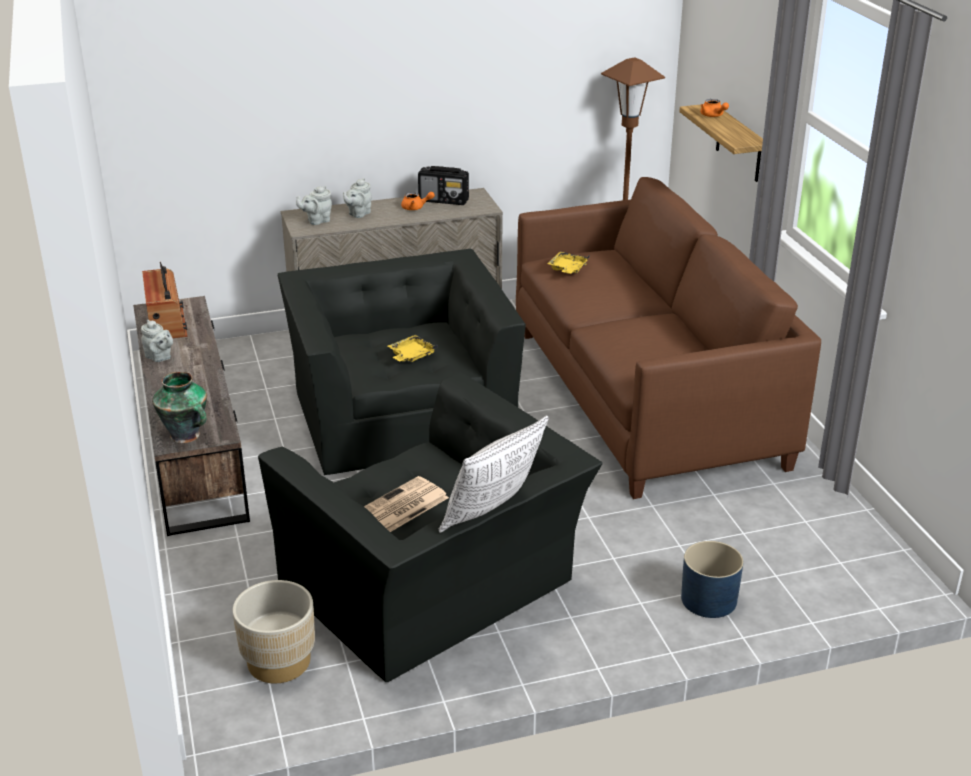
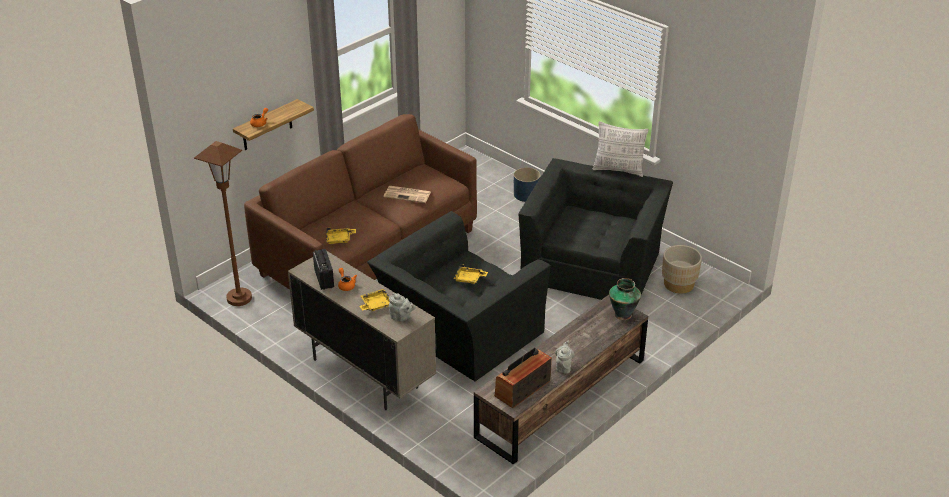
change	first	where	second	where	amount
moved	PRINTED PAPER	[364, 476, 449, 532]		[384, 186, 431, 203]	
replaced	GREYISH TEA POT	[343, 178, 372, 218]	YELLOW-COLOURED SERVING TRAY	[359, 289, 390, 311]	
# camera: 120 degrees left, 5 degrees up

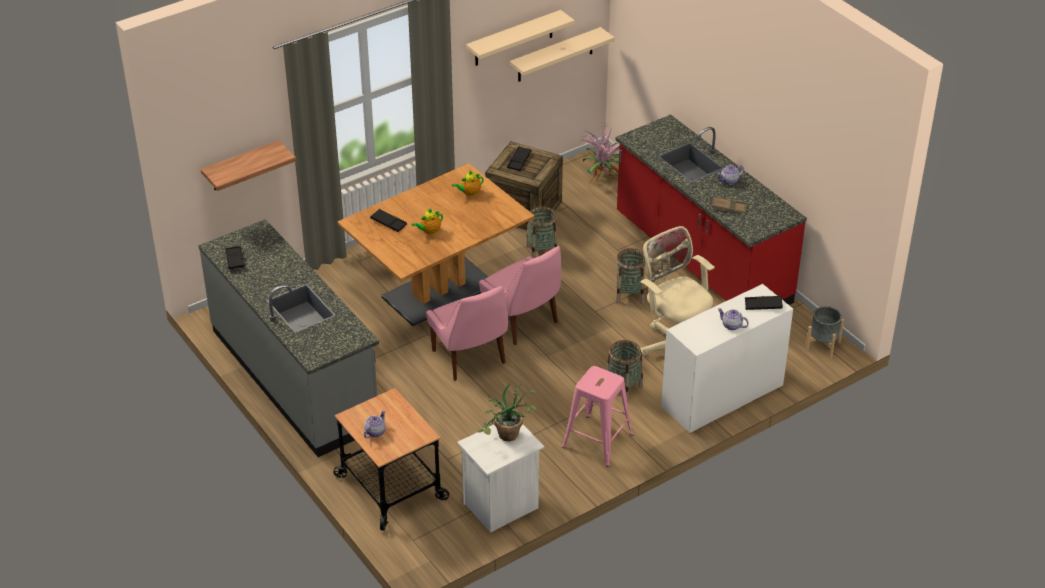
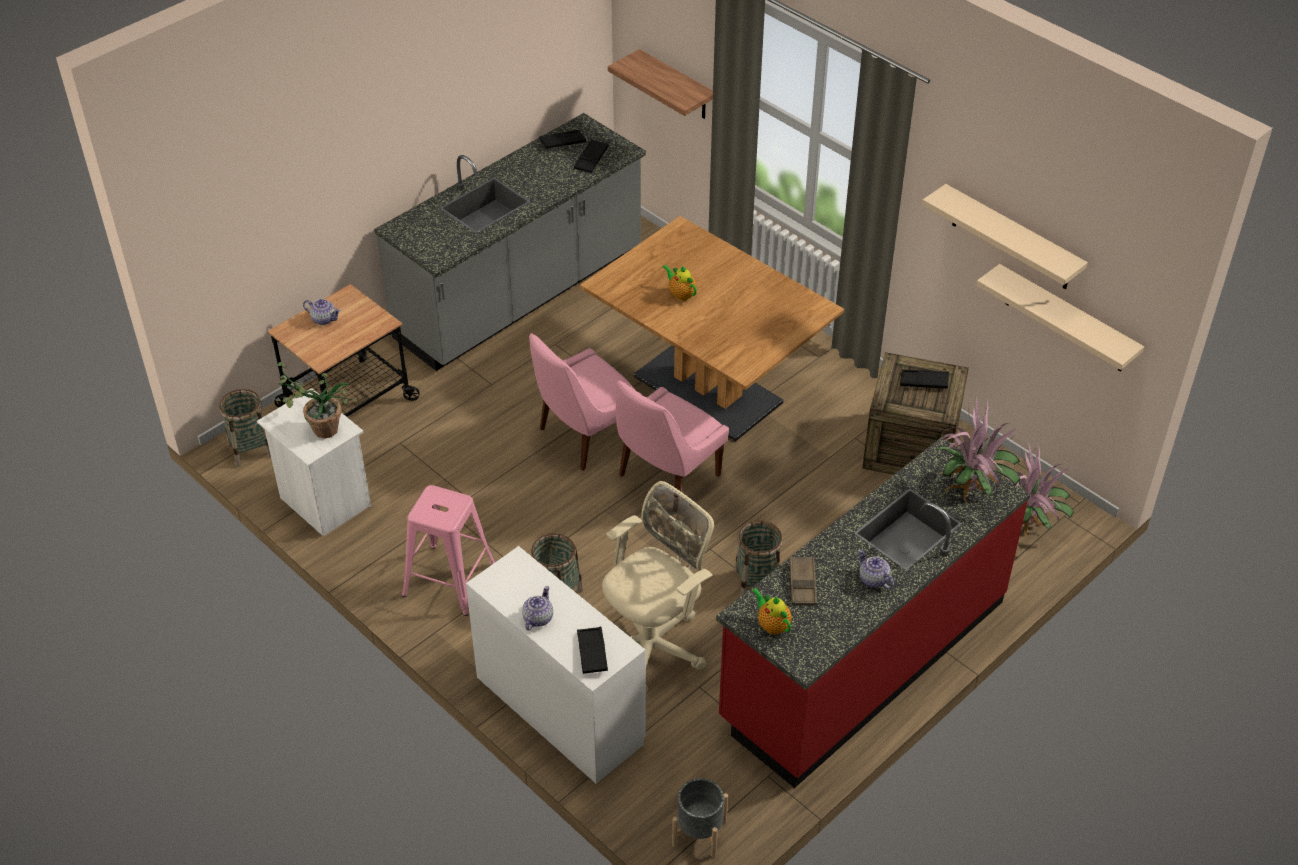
change	first	where	second	where	amount
added			PLANT IN A POT	[937, 395, 1020, 506]	
moved	BLACKISH SERVING TRAY	[370, 209, 407, 232]		[574, 139, 609, 173]	
moved	TEA POT	[452, 171, 484, 196]		[752, 588, 792, 635]	
moved	BASKET	[526, 206, 557, 258]		[219, 389, 271, 467]	
# camera: 80 degrees right, 5 degrees up

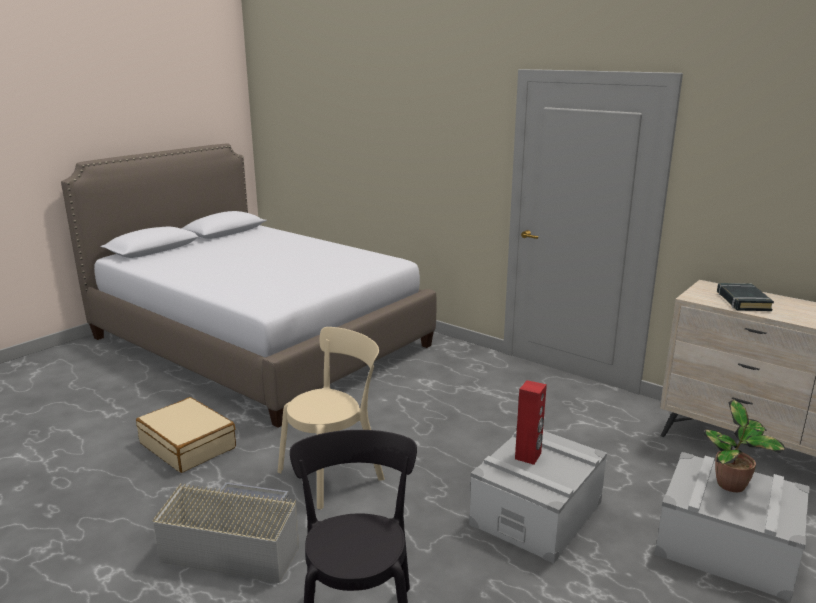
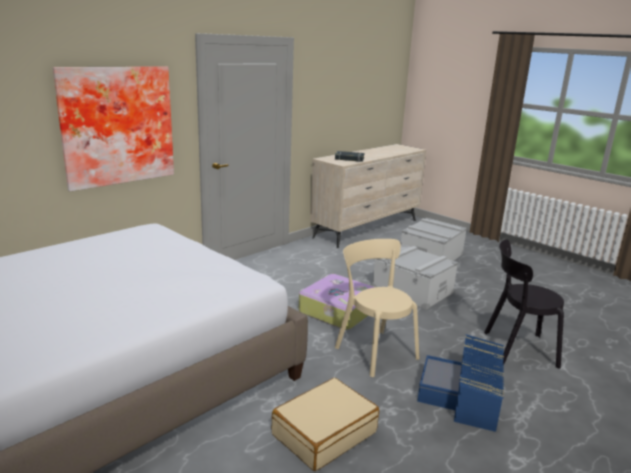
change	first	where	second	where	amount
removed	REDDISH SPEAKER	[515, 380, 547, 465]			
removed	PLANT IN A POT	[704, 400, 785, 492]			
added			WALL PICTURE	[53, 66, 174, 191]	
added			SUITCASE	[298, 274, 375, 330]	
recoloured	GREYISH STORAGE BIN	[153, 482, 299, 583]	BLUE STORAGE BIN	[417, 335, 504, 432]	
# camera: 85 degrees left, 0 degrees up

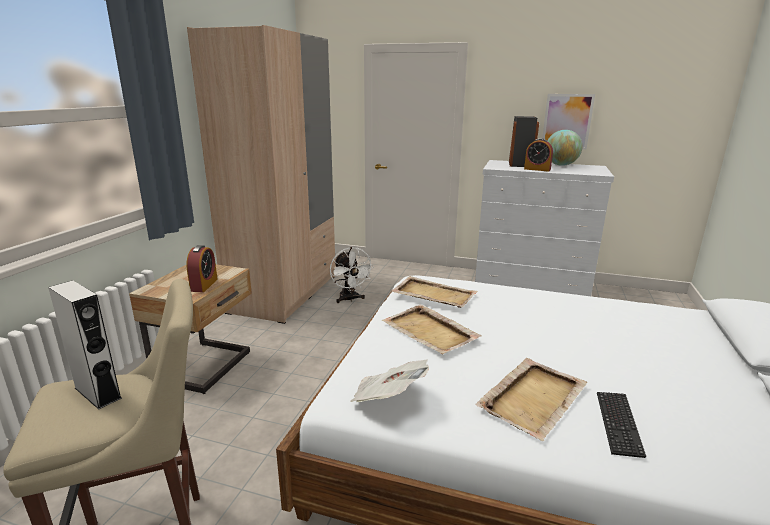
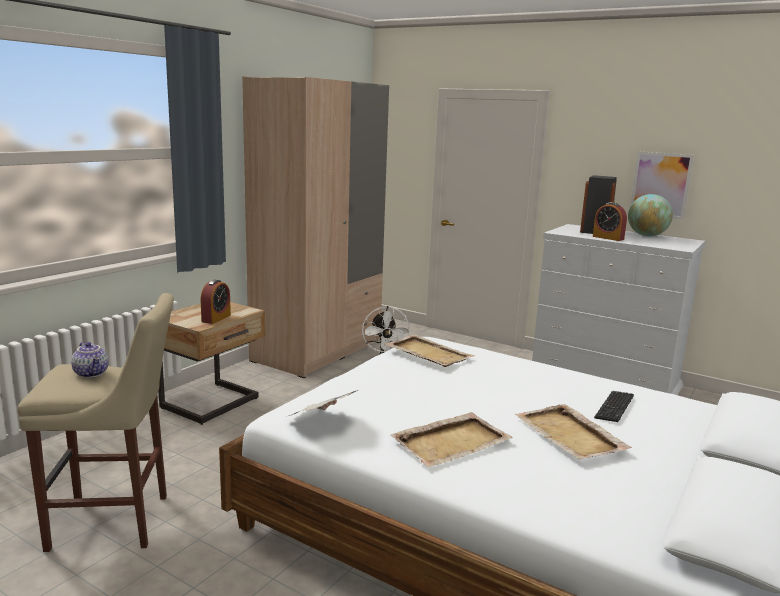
change	first	where	second	where	amount
moved	BEIGE SERVING TRAY	[382, 304, 482, 354]		[515, 404, 632, 459]	
moved	COMPUTER KEYBOARD	[597, 392, 646, 458]		[594, 391, 634, 422]	
replaced	GREYISH SPEAKER	[48, 280, 122, 410]	TEA POT	[71, 342, 109, 378]	
# camera: 15 degrees right, 5 degrees down

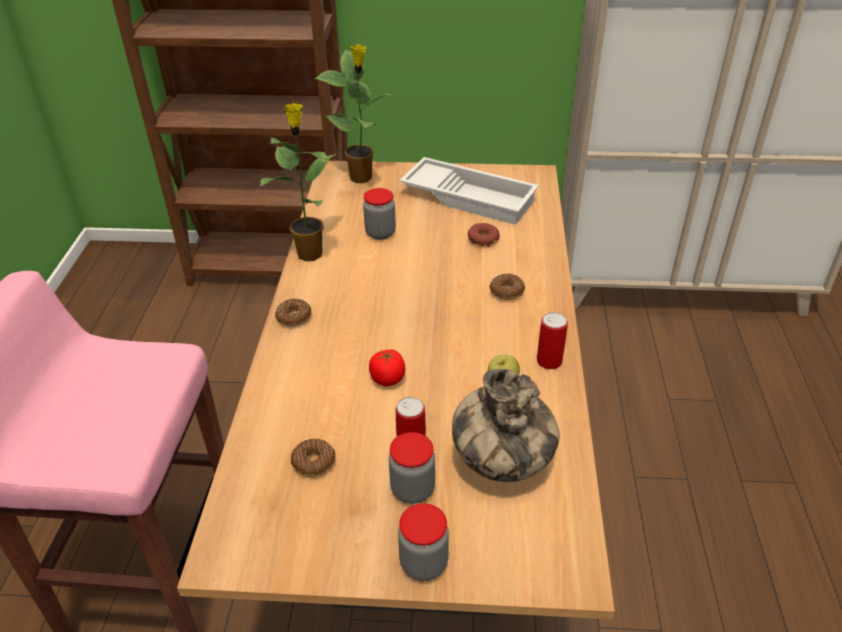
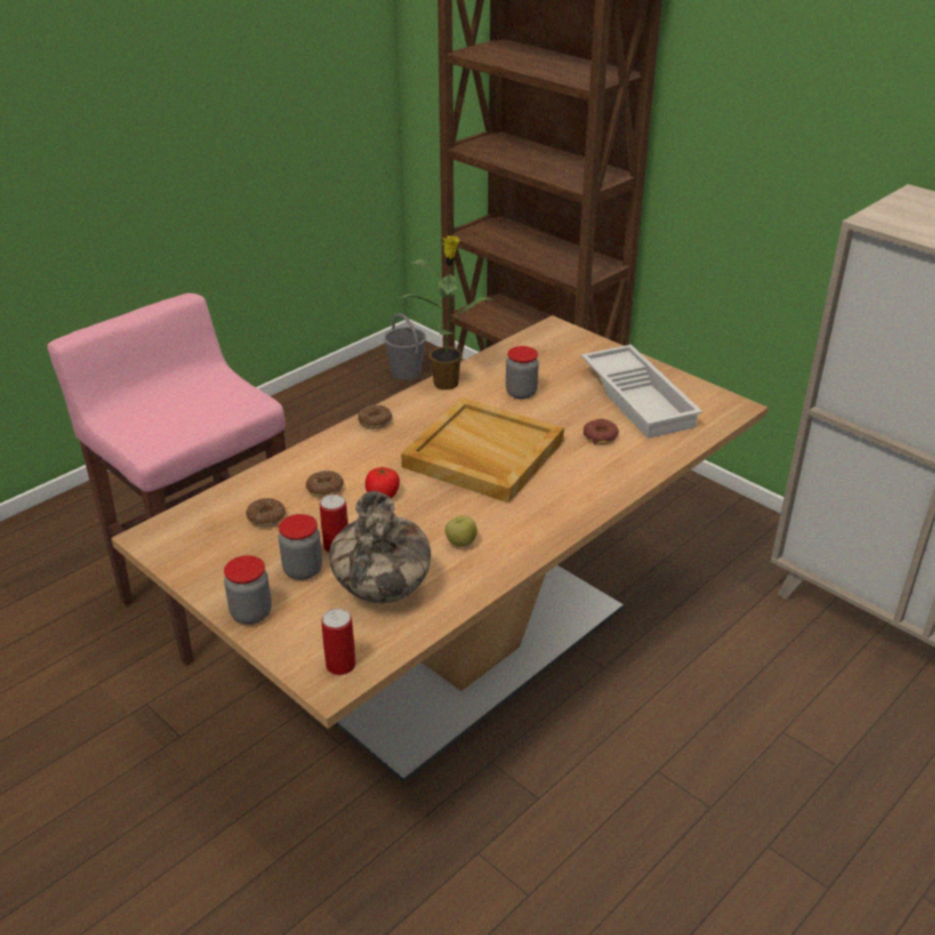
change	first	where	second	where	amount
removed	PLANT IN A POT	[314, 44, 395, 183]			
added			GREYISH BUCKET	[384, 313, 426, 380]	
added			BEIGE SERVING TRAY	[401, 397, 564, 503]	
moved	DONUT	[490, 274, 525, 300]		[306, 470, 344, 497]	
moved	METAL CAN	[537, 312, 568, 369]		[321, 608, 356, 675]	
# camera: 40 degrees right, 5 degrees down

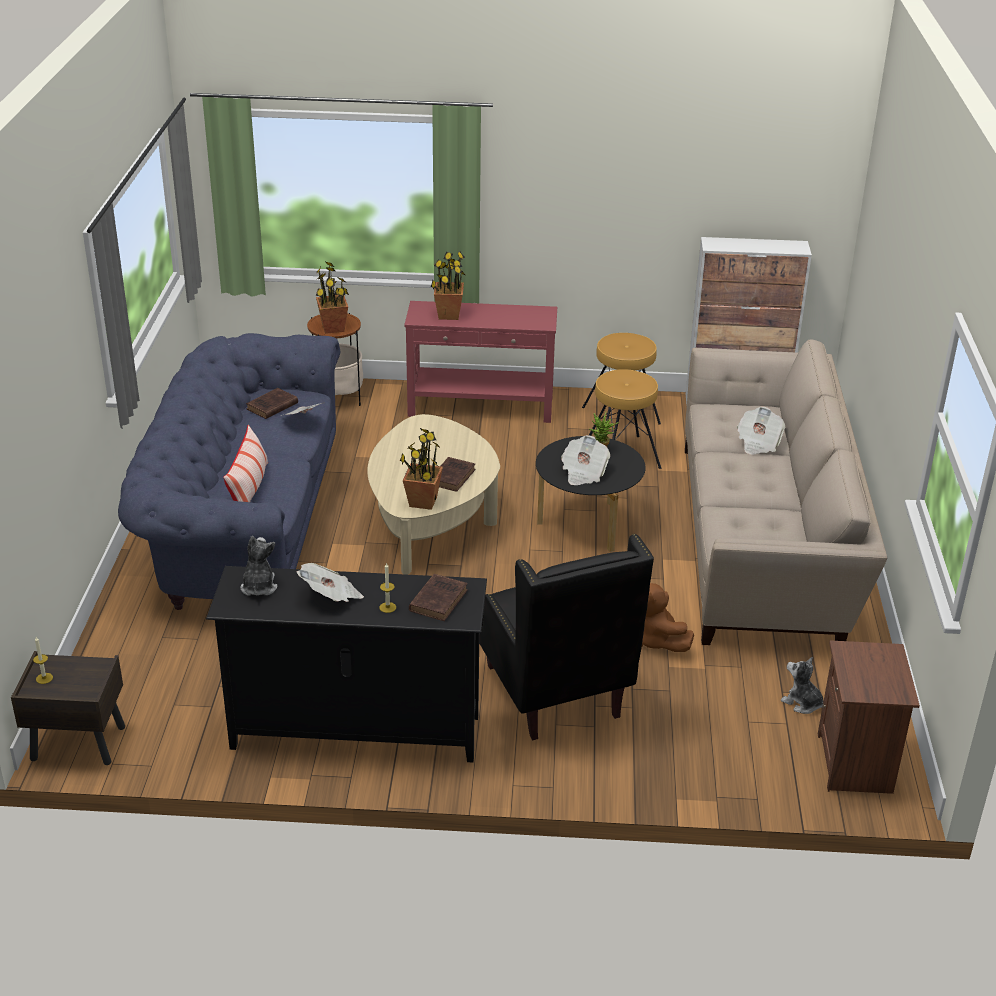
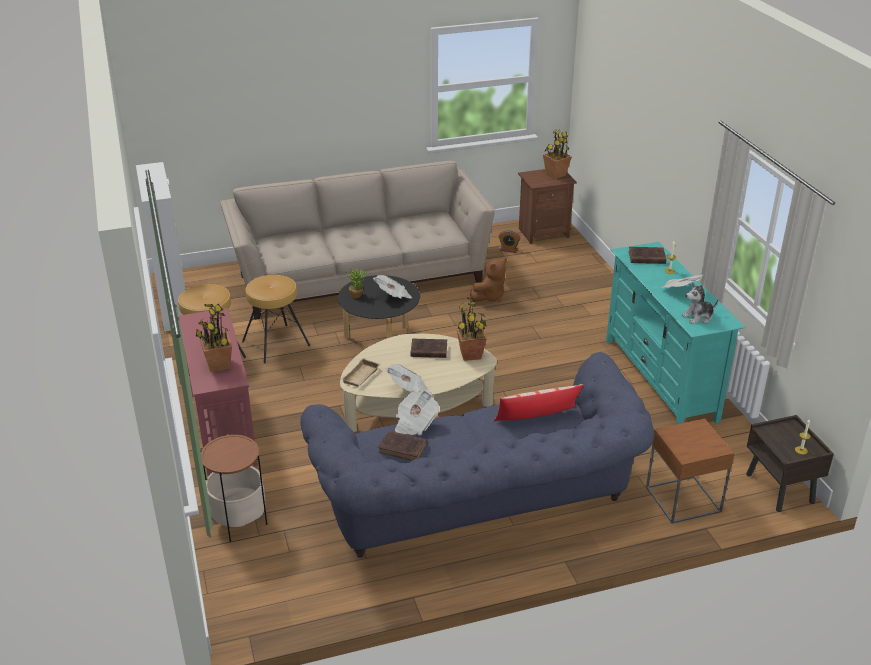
change	first	where	second	where	amount
removed	BLACKISH ARMCHAIR	[479, 534, 654, 740]			
added			BEIGE SERVING TRAY	[342, 358, 380, 387]	
added			BROWNISH SIDE TABLE	[646, 419, 734, 524]	
moved	PLANT IN A POT	[315, 262, 349, 334]		[543, 128, 571, 179]	
moved	PRINTED PAPER	[737, 407, 785, 455]		[386, 364, 429, 392]	
replaced	PLUSH TOY	[781, 657, 823, 714]	TABLE CLOCK	[499, 230, 521, 253]	
recoloured	BLACKISH TV STAND	[206, 566, 487, 763]	TURQUOISE-COLOURED TV STAND	[606, 242, 745, 424]	
# camera: 110 degrees left, 0 degrees up

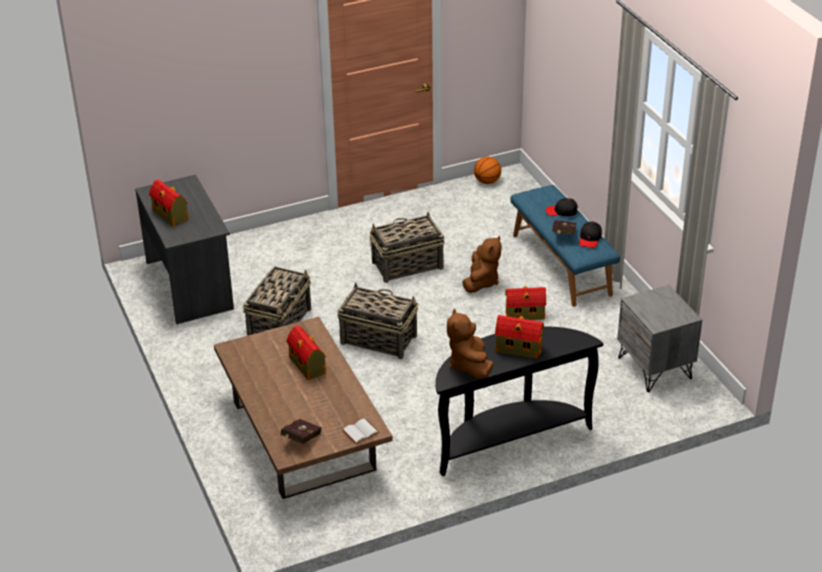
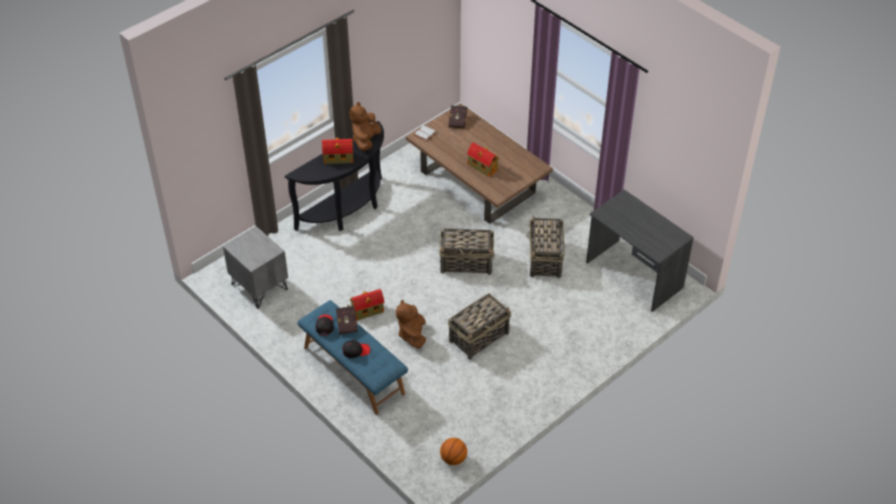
change	first	where	second	where	amount
removed	MINIATURE HOUSE	[149, 179, 189, 226]			
turned	BROWNISH PLUSH TOY	[447, 309, 493, 379]		[349, 102, 381, 151]	135 degrees counterclockwise
# camera: 160 degrees right, 10 degrees up

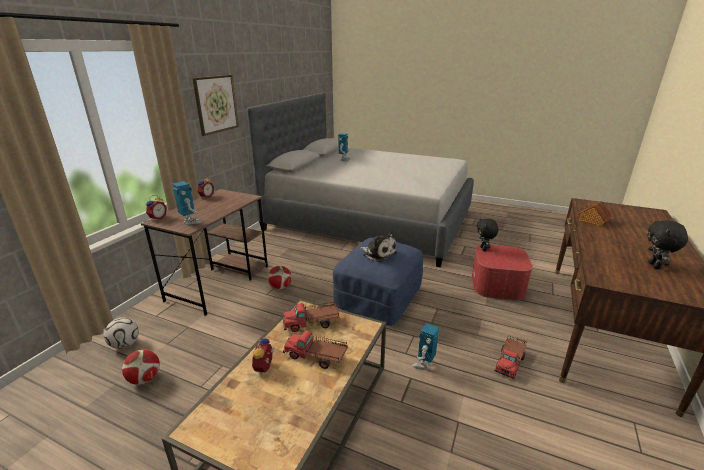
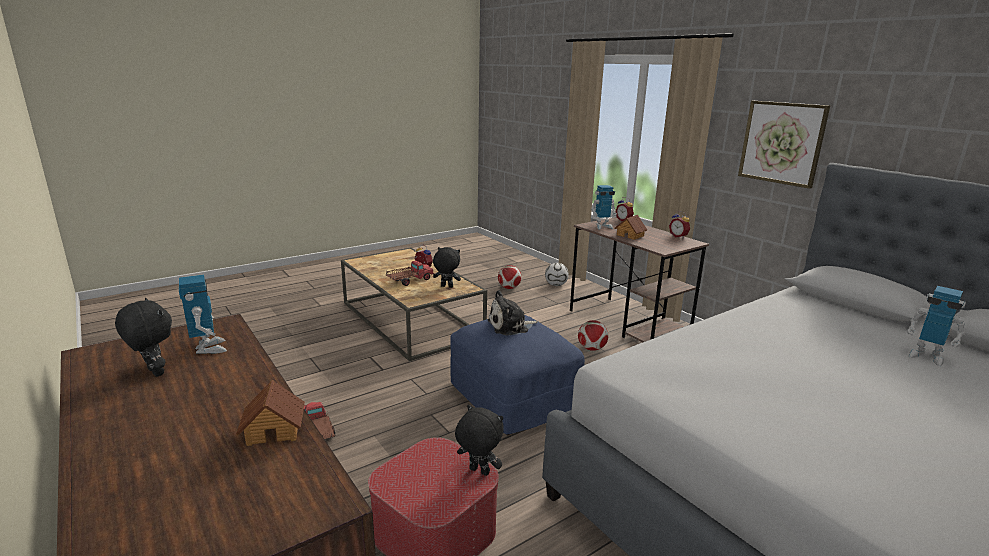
change	first	where	second	where	amount
added			MINIATURE HOUSE	[614, 215, 647, 240]	
moved	MODEL ROBOT	[412, 323, 439, 370]		[179, 275, 227, 354]	
replaced	MODEL TRUCK	[282, 302, 340, 332]	BLACKISH PLUSH TOY	[433, 247, 461, 288]	
# camera: 120 degrees right, 5 degrees down

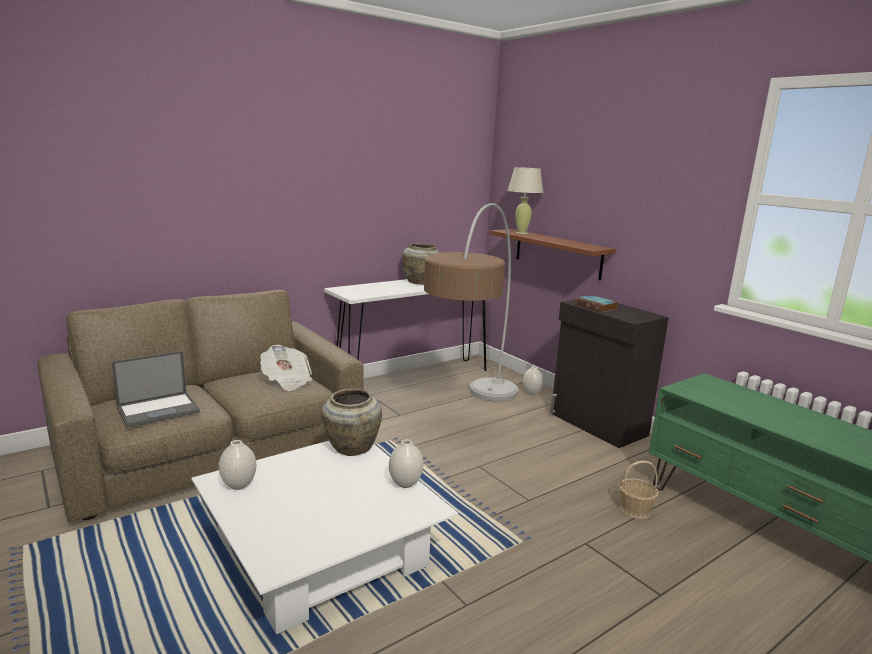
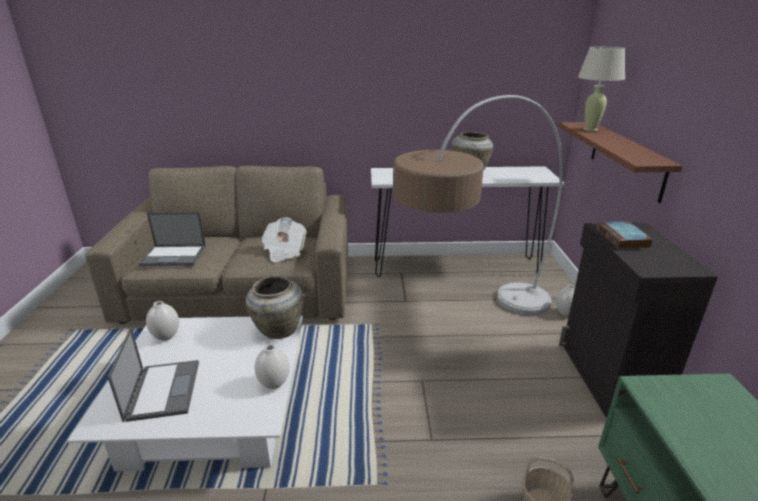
change	first	where	second	where	amount
added			PORTABLE COMPUTER	[108, 327, 199, 422]	
# camera: 35 degrees right, 10 degrees up

